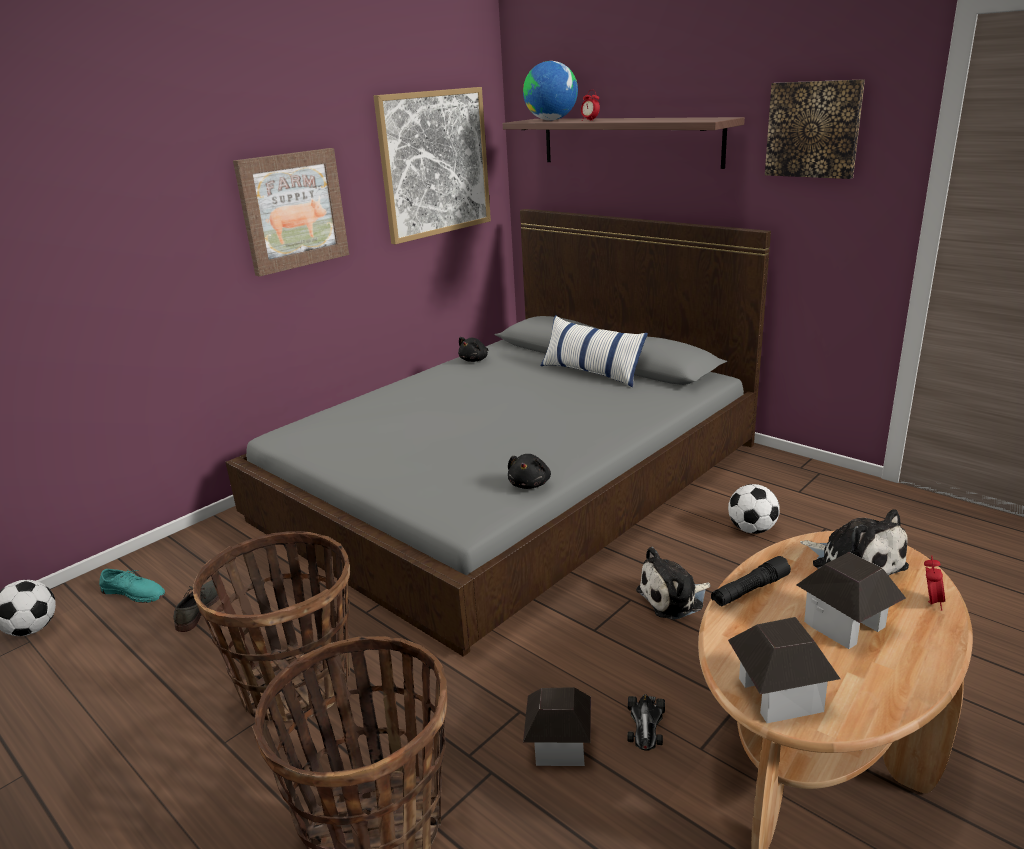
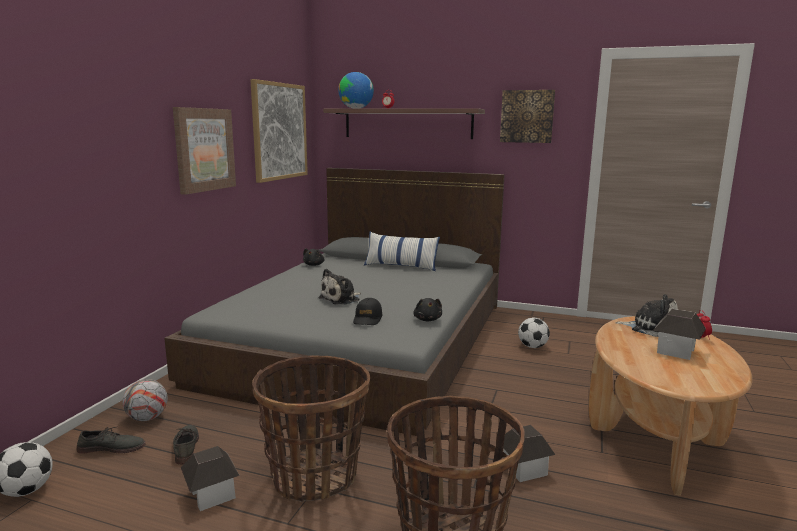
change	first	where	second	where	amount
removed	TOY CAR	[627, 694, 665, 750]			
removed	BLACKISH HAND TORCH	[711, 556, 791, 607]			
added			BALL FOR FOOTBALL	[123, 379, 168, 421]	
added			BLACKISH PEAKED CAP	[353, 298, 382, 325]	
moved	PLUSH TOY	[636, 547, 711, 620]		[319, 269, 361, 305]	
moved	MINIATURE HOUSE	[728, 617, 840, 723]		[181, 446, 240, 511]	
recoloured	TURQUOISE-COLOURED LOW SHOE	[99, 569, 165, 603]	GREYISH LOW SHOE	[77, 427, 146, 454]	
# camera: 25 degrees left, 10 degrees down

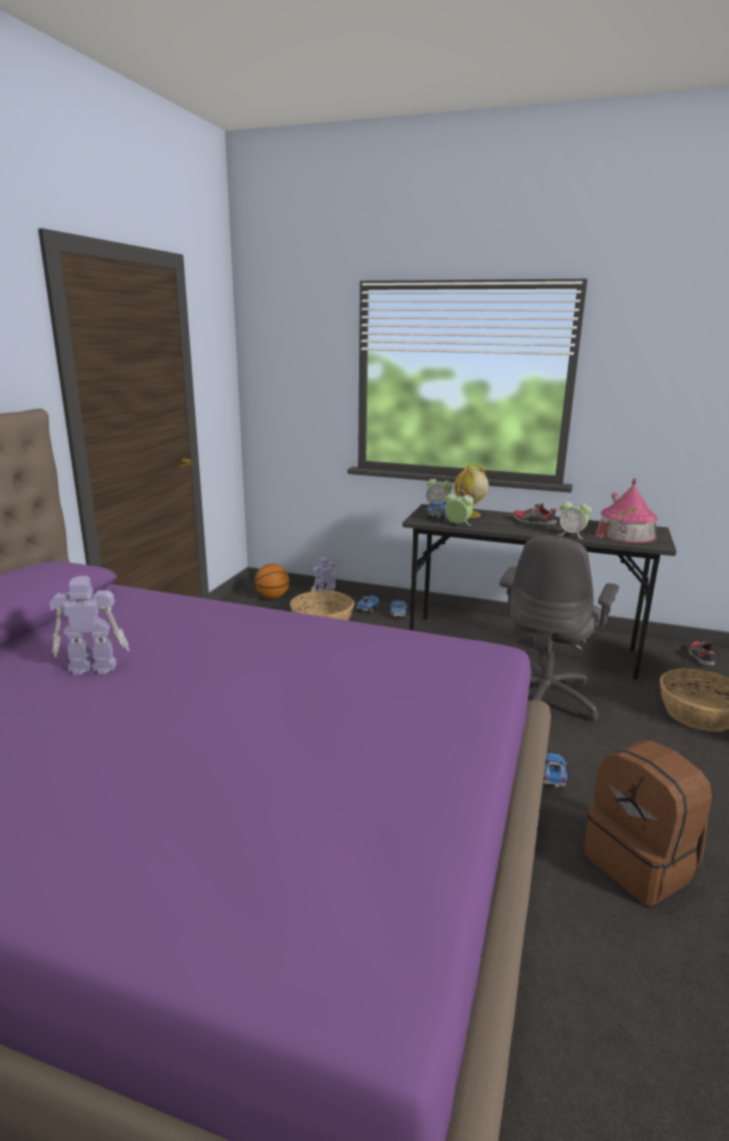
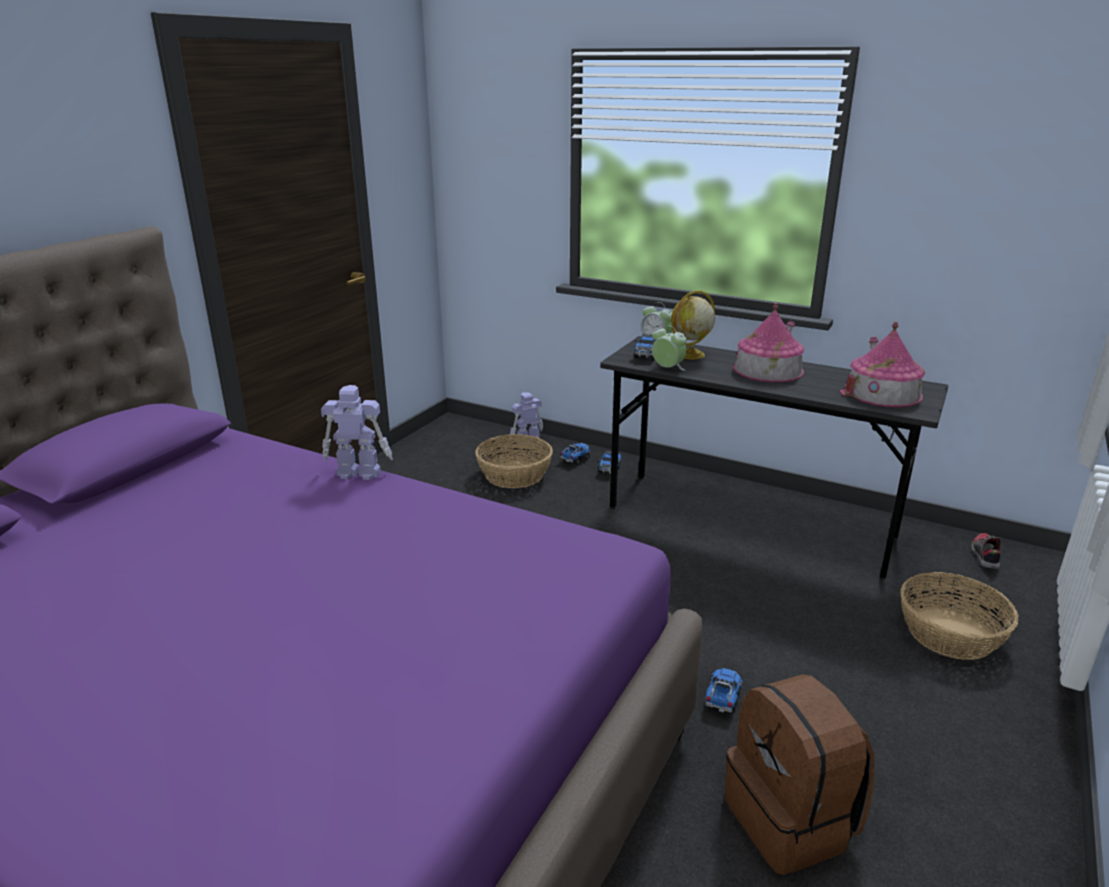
change	first	where	second	where	amount
removed	BASKETBALL	[254, 564, 290, 599]			
removed	GREYISH DESK CHAIR	[499, 536, 619, 721]			
removed	TABLE CLOCK	[559, 497, 592, 539]			
moved	MODEL ROBOT	[49, 576, 130, 675]		[321, 385, 393, 480]	
replaced	LOW SHOE	[513, 503, 557, 526]	MINIATURE HOUSE	[733, 303, 805, 382]	
# camera: 10 degrees right, 5 degrees up

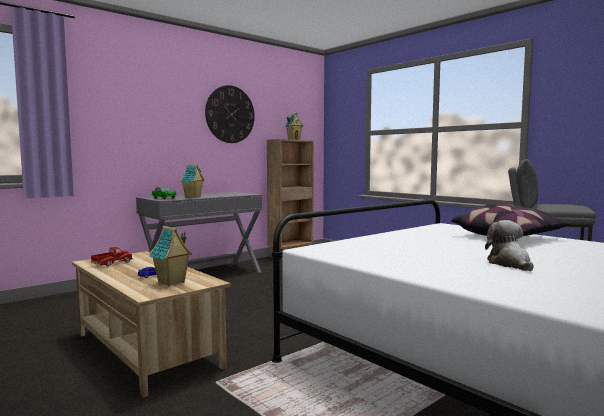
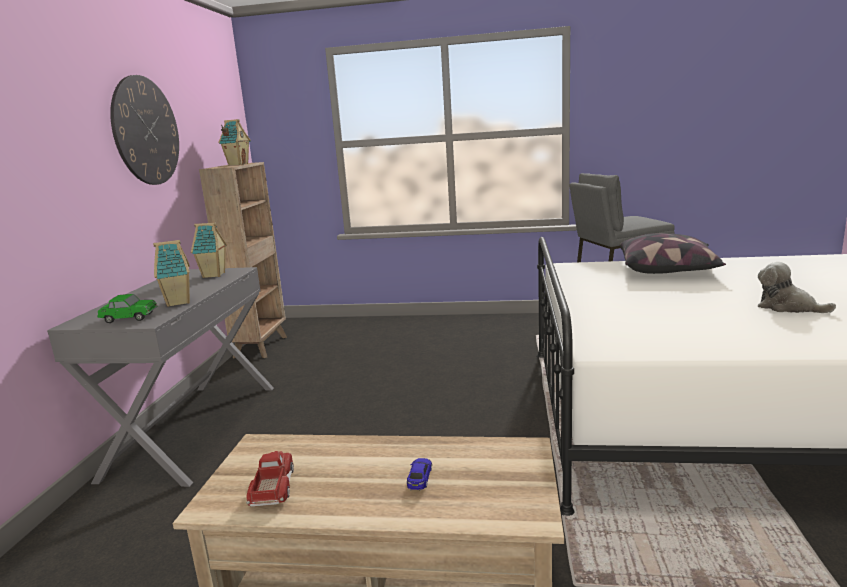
change	first	where	second	where	amount
moved	MINIATURE HOUSE	[149, 226, 192, 286]		[191, 222, 227, 278]	
# camera: 40 degrees left, 10 degrees up

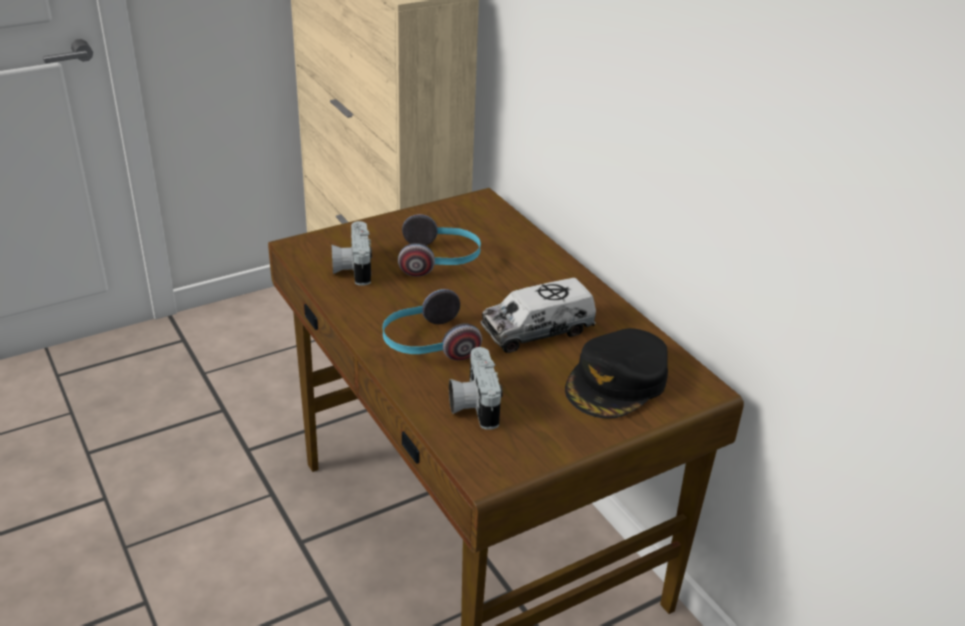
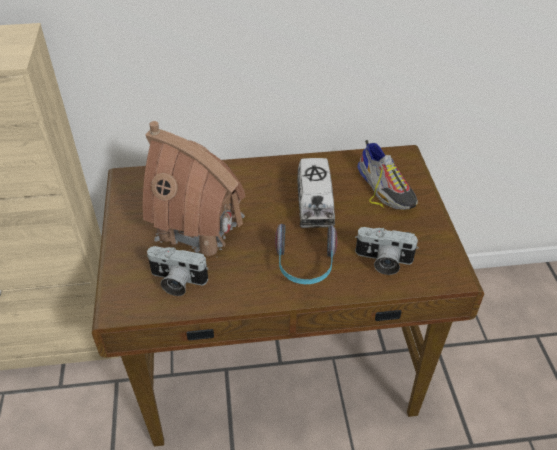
change	first	where	second	where	amount
replaced	HEADSET	[398, 214, 481, 277]	MINIATURE HOUSE	[142, 121, 246, 256]	
replaced	BLACKISH PEAKED CAP	[565, 328, 668, 419]	LOW SHOE	[357, 140, 418, 210]	
# camera: 65 degrees left, 10 degrees up

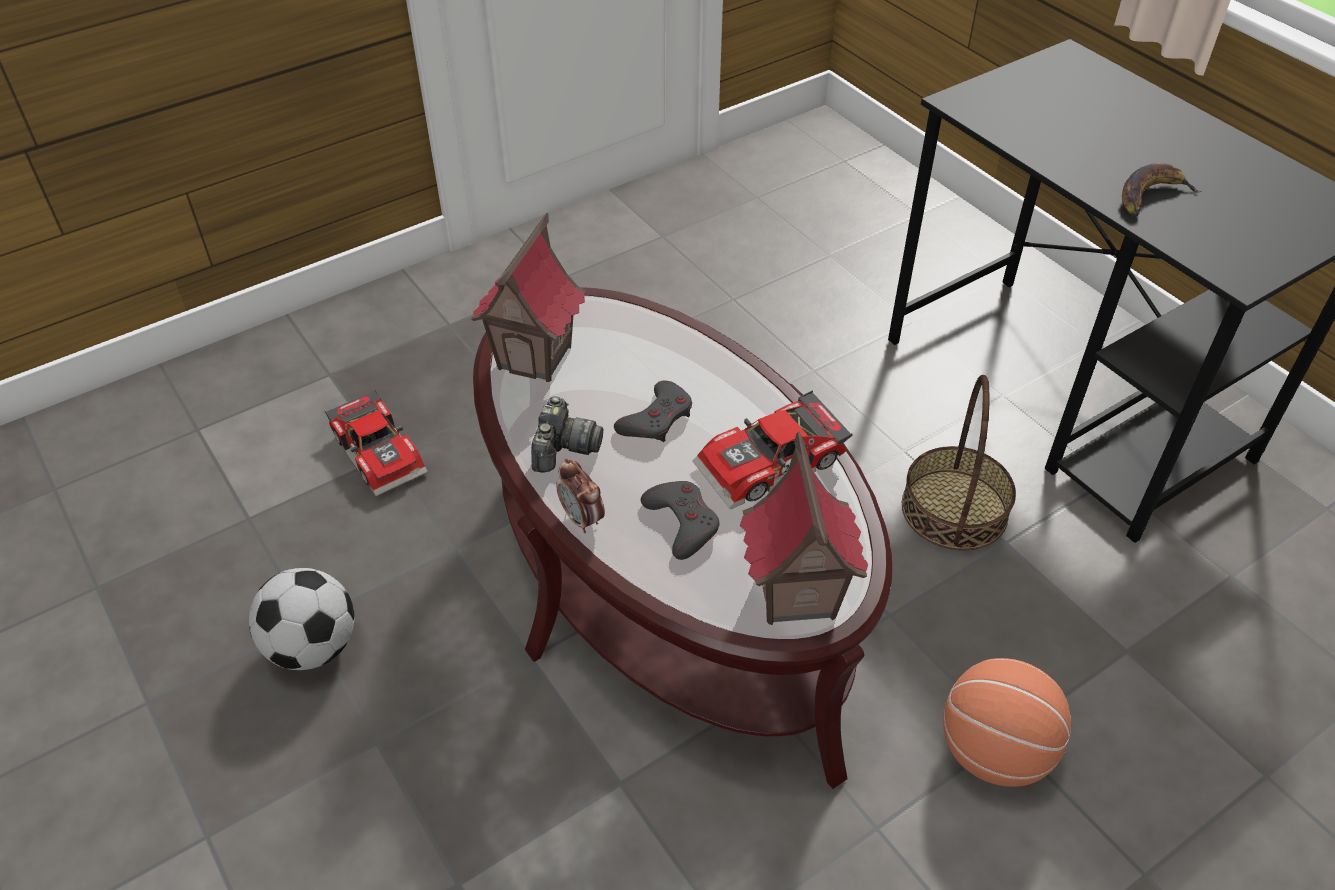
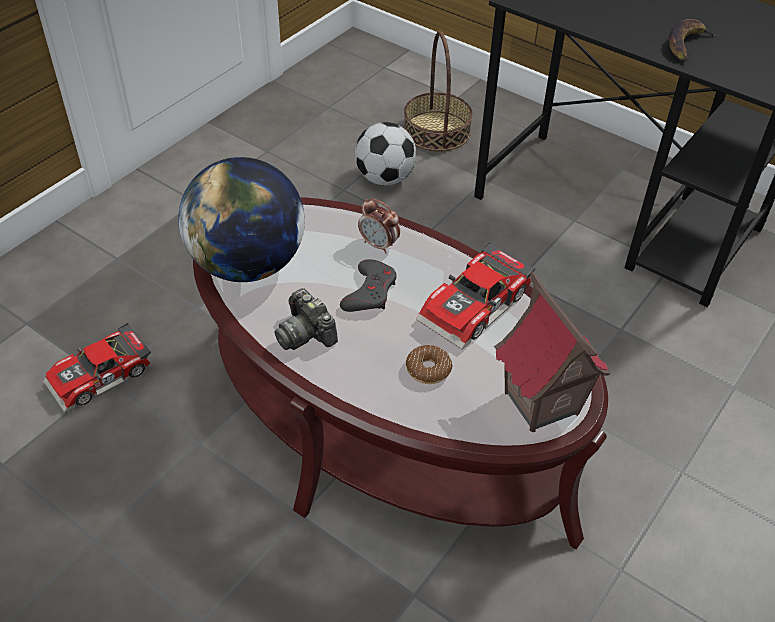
change	first	where	second	where	amount
removed	BASKETBALL	[943, 658, 1071, 787]			
moved	BALL FOR FOOTBALL	[249, 568, 354, 670]		[355, 122, 416, 186]	
moved	TABLE CLOCK	[556, 458, 605, 533]		[358, 198, 400, 254]	
moved	BASKET	[902, 375, 1016, 551]		[404, 31, 473, 152]	
replaced	MINIATURE HOUSE	[471, 213, 585, 382]	WORLD GLOBE	[178, 157, 305, 282]	
replaced	GREYISH GAME CONTROLLER	[641, 481, 719, 560]	DONUT	[406, 345, 452, 384]	
turned	TOY CAR	[325, 390, 428, 497]		[43, 323, 151, 413]	105 degrees clockwise
turned	PHOTO CAMERA	[531, 396, 603, 473]		[275, 288, 338, 350]	150 degrees clockwise
# camera: 20 degrees left, 0 degrees up

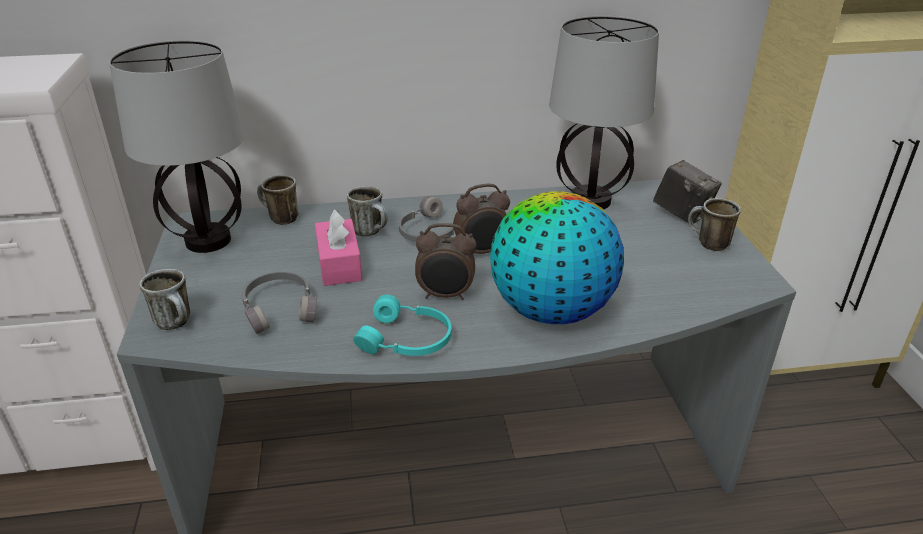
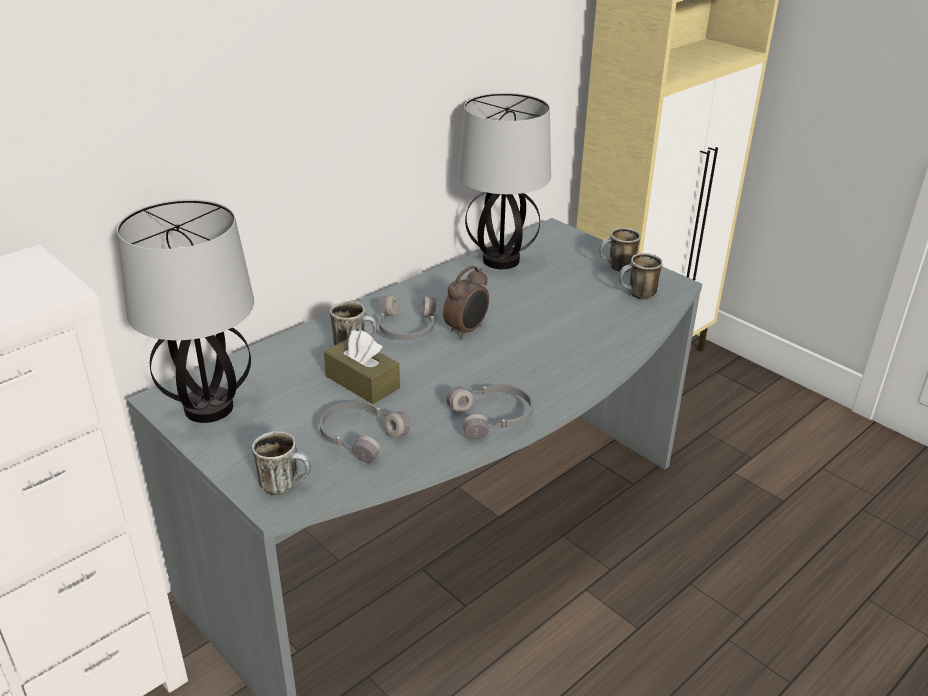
change	first	where	second	where	amount
removed	TABLE CLOCK	[415, 223, 477, 300]			
removed	WORLD GLOBE	[490, 191, 624, 324]			
removed	PHOTO CAMERA	[653, 160, 722, 224]			
moved	MUG	[257, 175, 299, 225]		[619, 253, 663, 300]	
recoloured	PINK-COLOURED TISSUE HOLDER	[315, 209, 362, 286]	BROWNISH TISSUE HOLDER	[324, 330, 400, 404]	
recoloured	TURQUOISE-COLOURED HEADSET	[353, 295, 452, 356]	GREYISH HEADSET	[447, 384, 533, 439]	
# camera: 35 degrees left, 0 degrees up

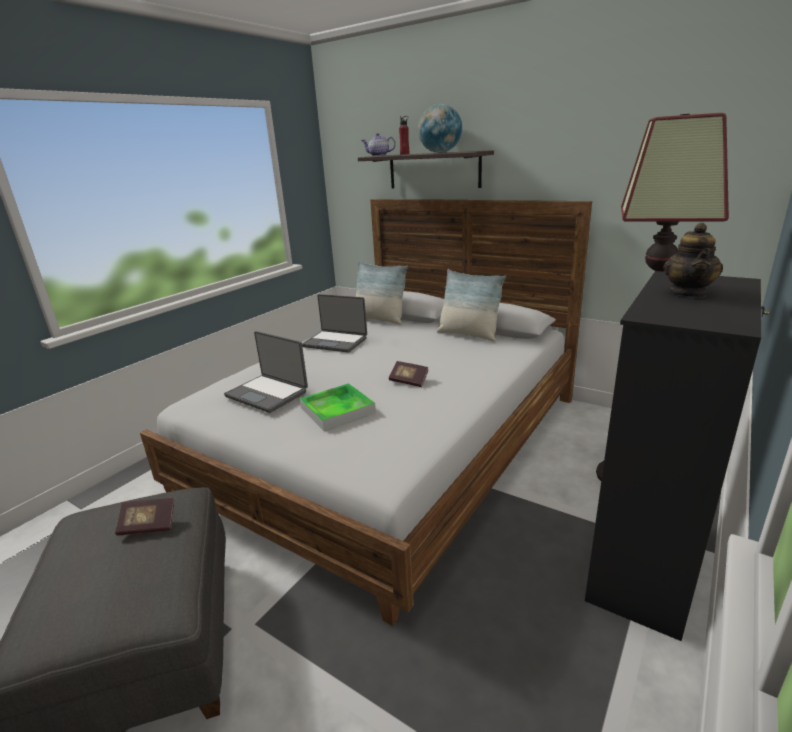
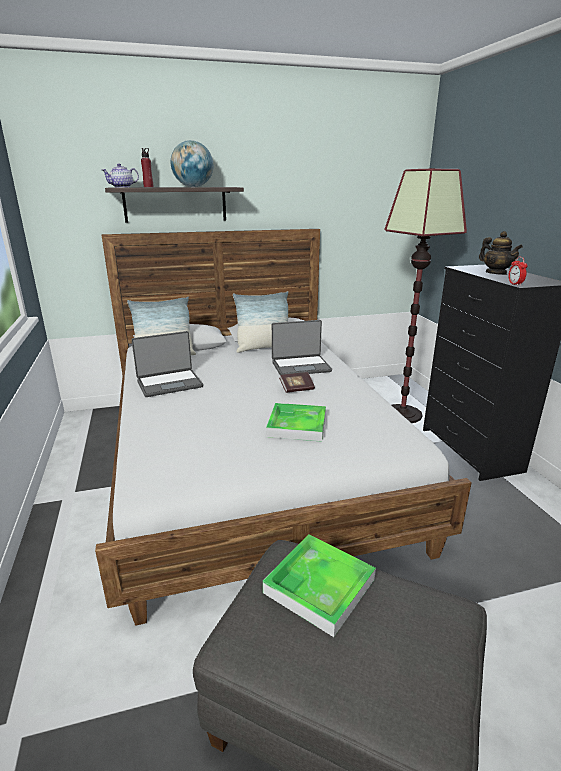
change	first	where	second	where	amount
added			TABLE CLOCK	[508, 257, 527, 286]	
moved	PORTABLE COMPUTER	[224, 331, 308, 413]		[272, 320, 332, 375]	
replaced	BOOK	[115, 498, 175, 536]	SERVING TRAY	[263, 534, 376, 637]	
# camera: 50 degrees left, 0 degrees up

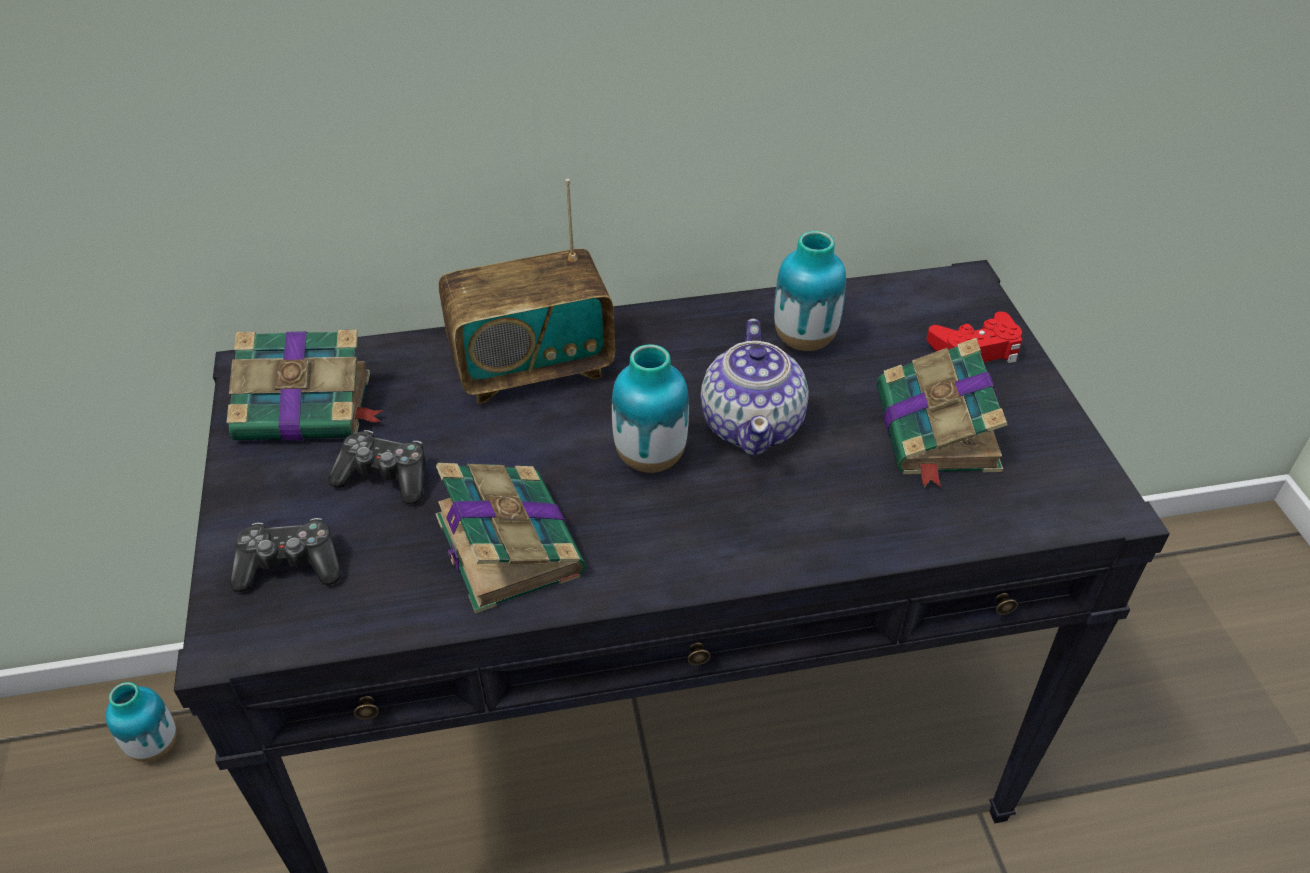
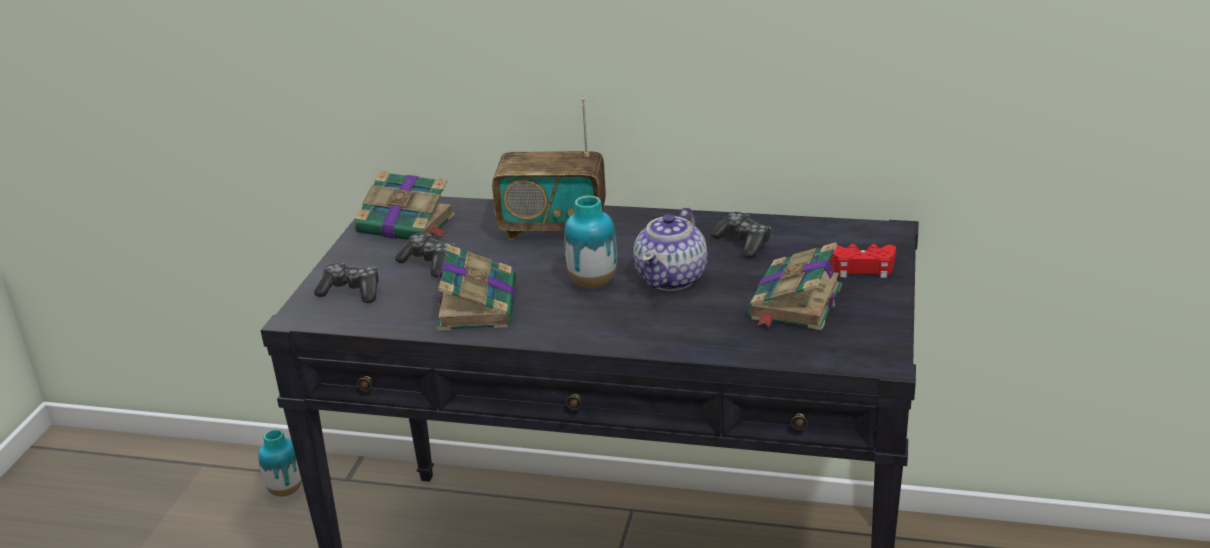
change	first	where	second	where	amount
replaced	DECORATIVE VASE	[774, 231, 846, 351]	GAME CONTROLLER	[710, 212, 771, 258]	
# camera: 25 degrees right, 15 degrees down

